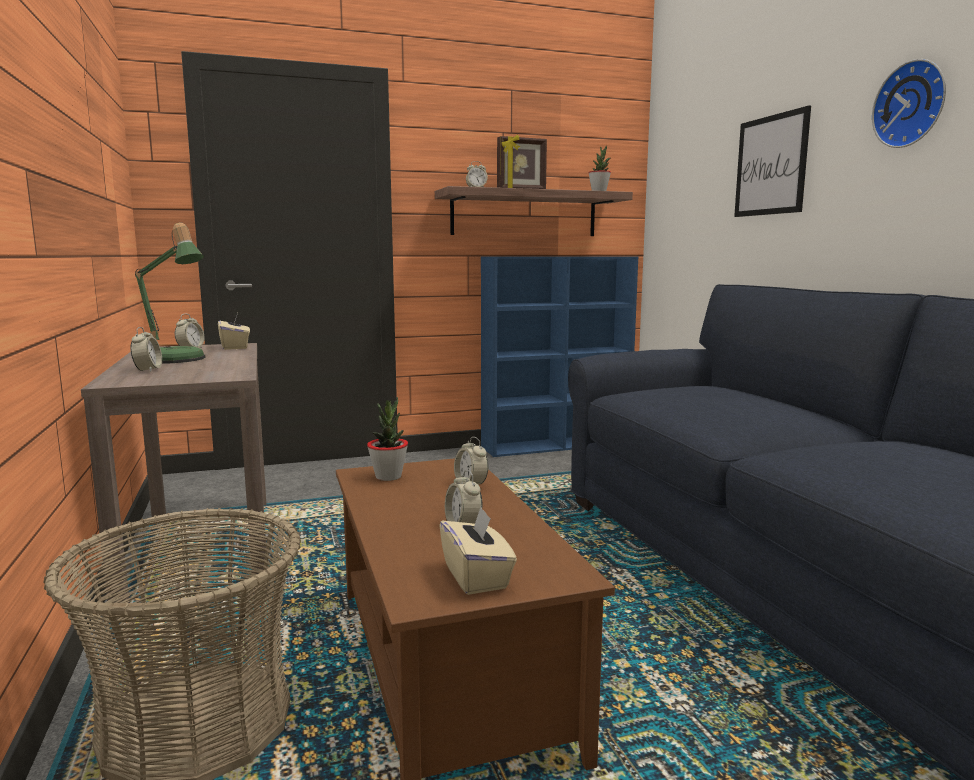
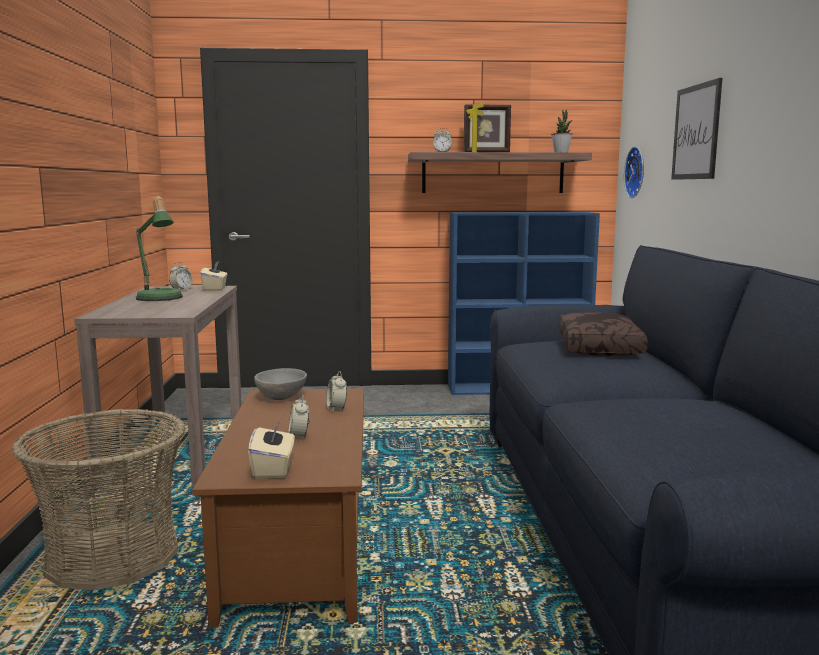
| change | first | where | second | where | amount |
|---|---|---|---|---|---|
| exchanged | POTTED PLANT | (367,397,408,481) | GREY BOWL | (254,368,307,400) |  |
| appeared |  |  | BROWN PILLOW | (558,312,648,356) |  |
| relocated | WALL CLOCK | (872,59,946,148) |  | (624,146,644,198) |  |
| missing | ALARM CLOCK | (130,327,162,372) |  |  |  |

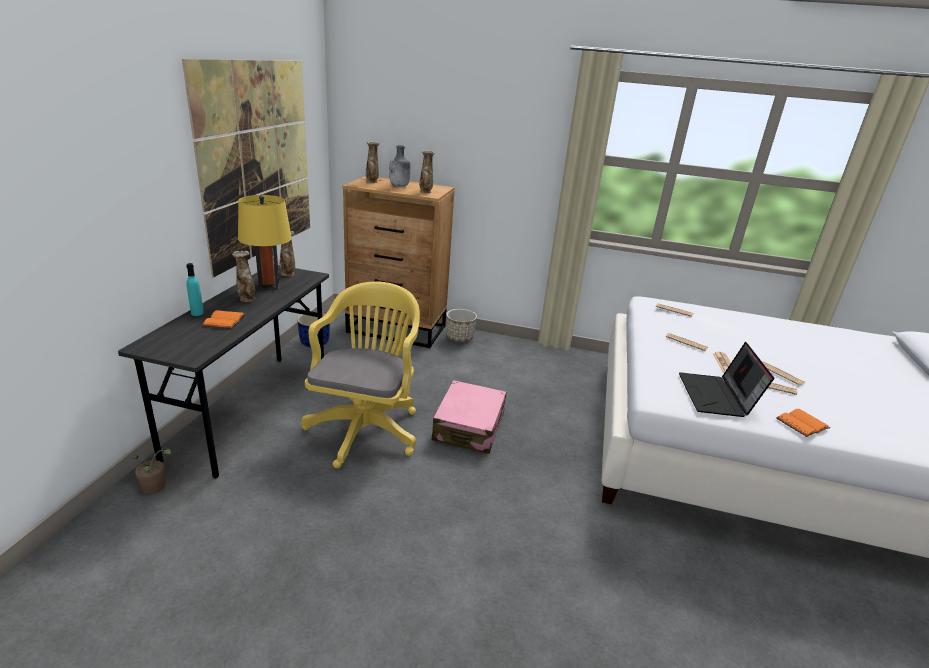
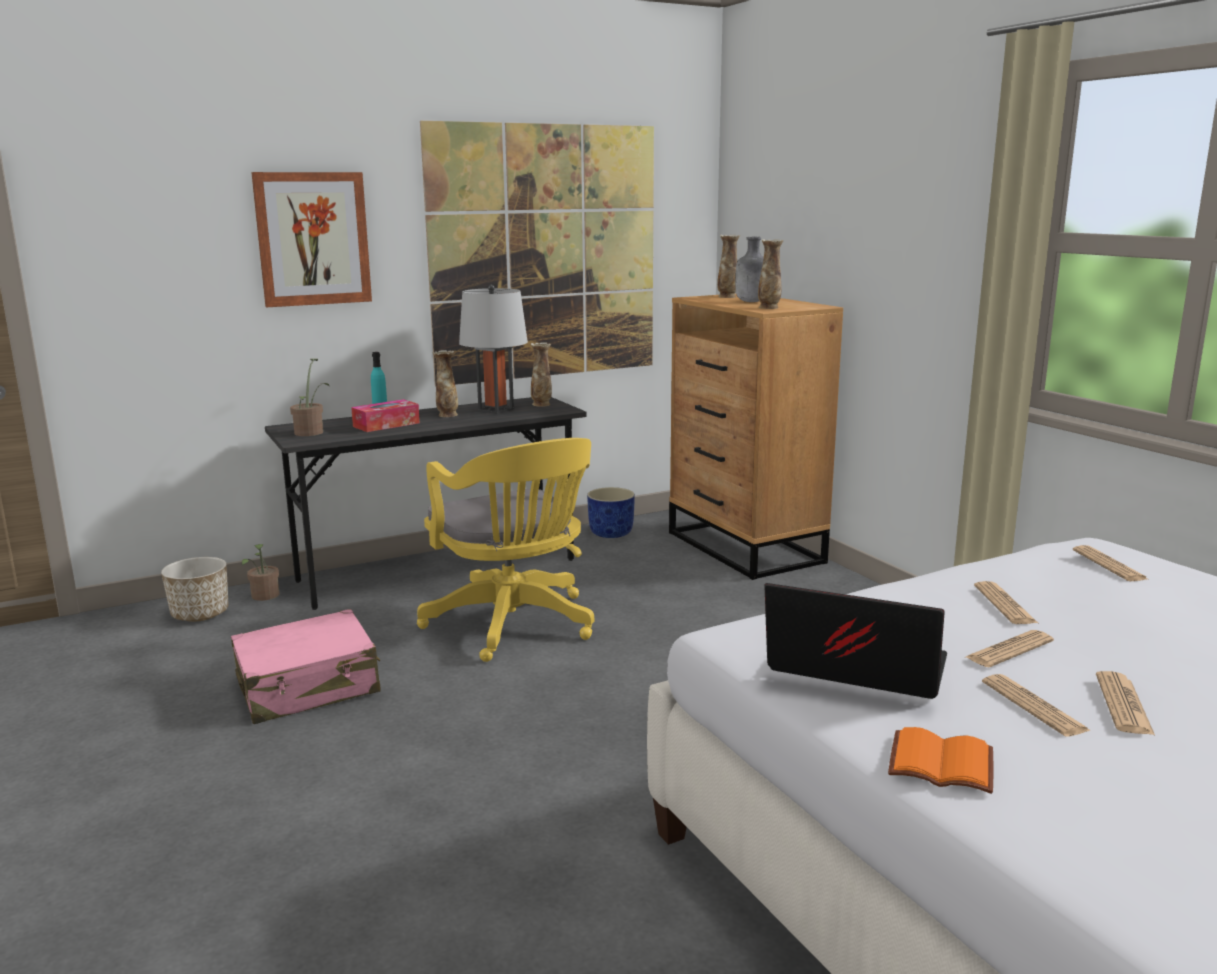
| change | first | where | second | where | amount |
|---|---|---|---|---|---|
| relocated | PLANTER | (446,309,477,342) |  | (161,557,229,622) |  |
| relocated | PINK SUITCASE | (432,380,506,454) |  | (231,609,381,724) |  |
| appeared |  |  | PICTURE | (251,172,372,307) |  |
| appeared |  |  | POTTED PLANT | (290,359,330,436) |  |
| exchanged | ORANGE BOOK | (202,310,246,329) | TISSUE BOX | (351,399,420,432) |  |
| spun | YELLOW OFFICE CHAIR | (301,282,420,468) |  | (417,438,594,662) | 90 degrees clockwise |
| colour | YELLOW TABLE LAMP | (238,195,292,290) | GREY TABLE LAMP | (459,285,528,414) |  |
| spun | LAPTOP | (679,342,774,417) |  | (764,583,947,699) | 60 degrees clockwise |

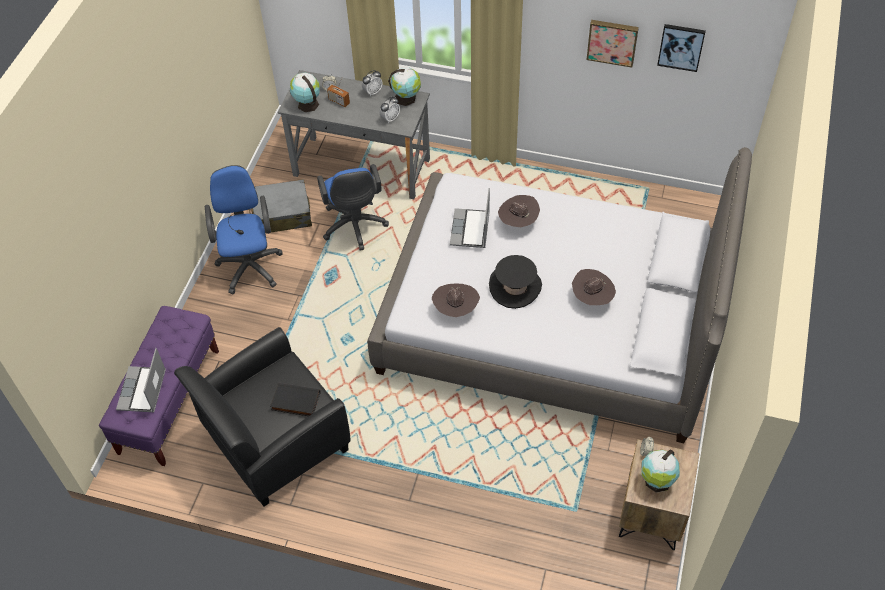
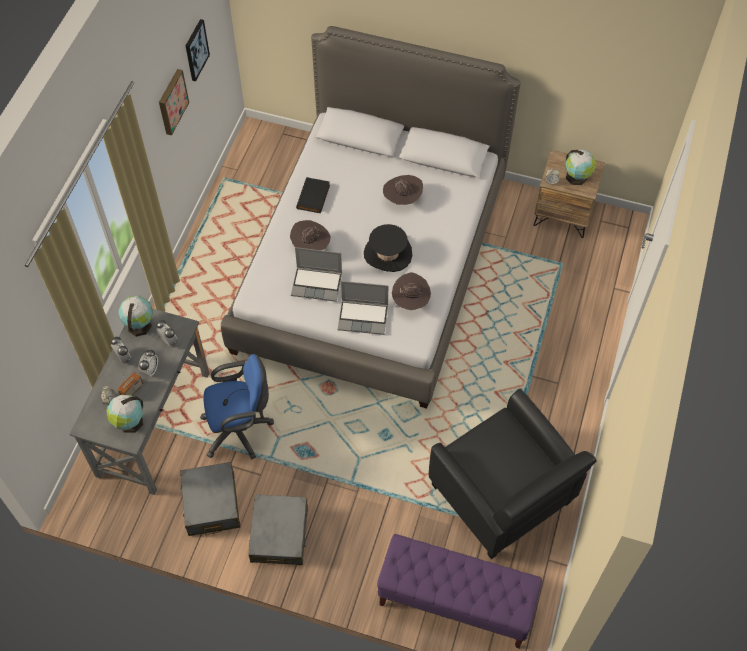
| change | first | where | second | where | amount |
|---|---|---|---|---|---|
| appeared |  |  | ALARM CLOCK | (138,349,158,376) |  |
| exchanged | BLUE OFFICE CHAIR | (205,165,283,294) | GREY SUITCASE | (248,494,308,565) |  |
| relocated | BLACK BOOK | (270,382,320,416) |  | (296,177,330,213) |  |
| relocated | LAPTOP | (116,348,166,412) |  | (338,281,388,335) |  |

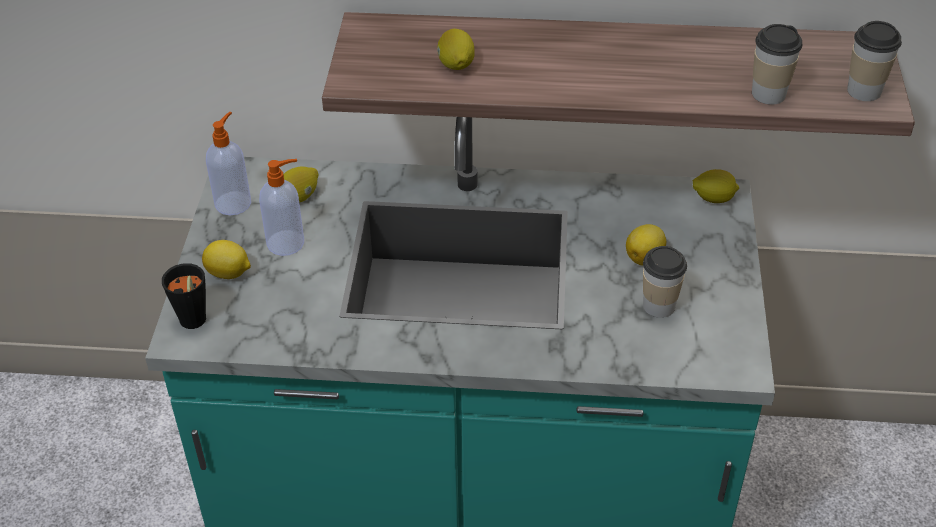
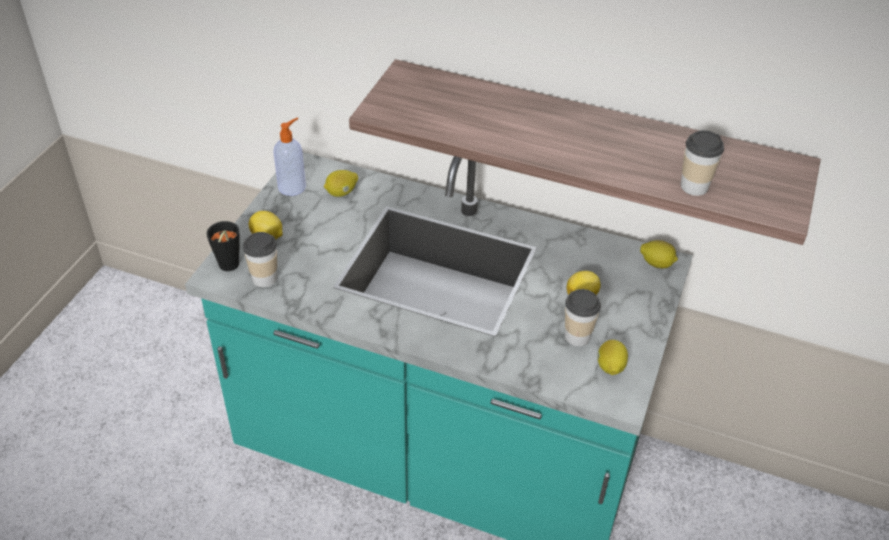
| change | first | where | second | where | amount |
|---|---|---|---|---|---|
| relocated | CUP | (847,21,902,101) |  | (243,232,277,287) |  |
| relocated | LEMON | (437,29,475,70) |  | (597,340,628,375) |  |
| missing | SOAP DISPENSER | (259,159,304,256) |  |  |  |

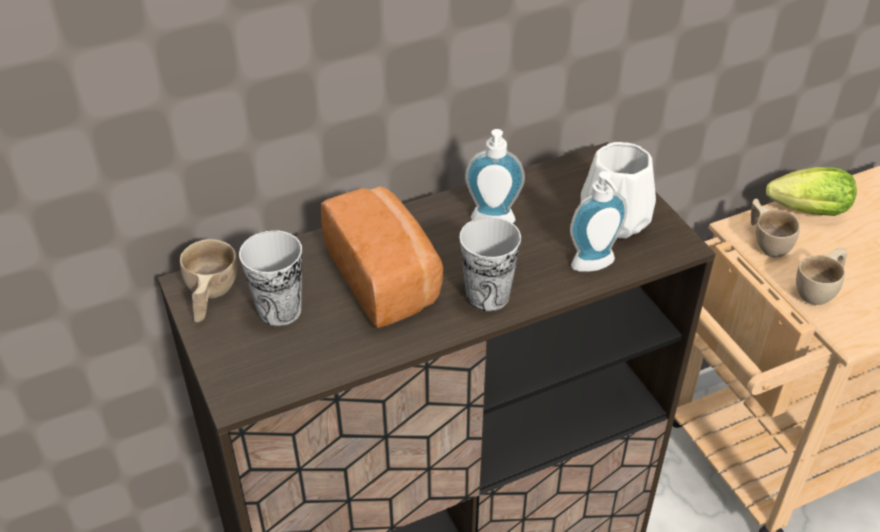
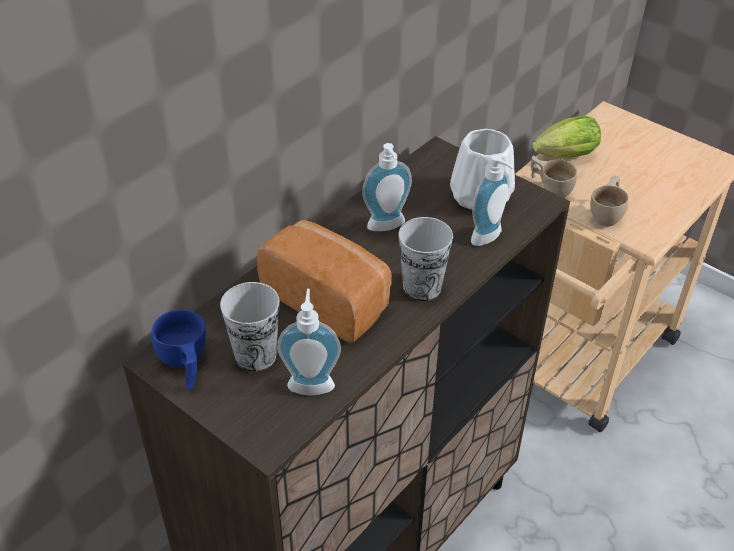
| change | first | where | second | where | amount |
|---|---|---|---|---|---|
| colour | BEIGE CUP | (180,239,237,322) | BLUE CUP | (151,310,206,391) |  |
| appeared |  |  | SOAP DISPENSER | (277,289,341,396) |  |

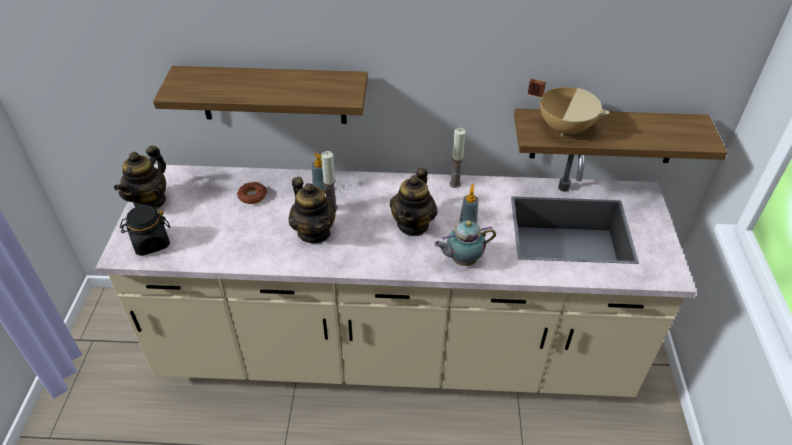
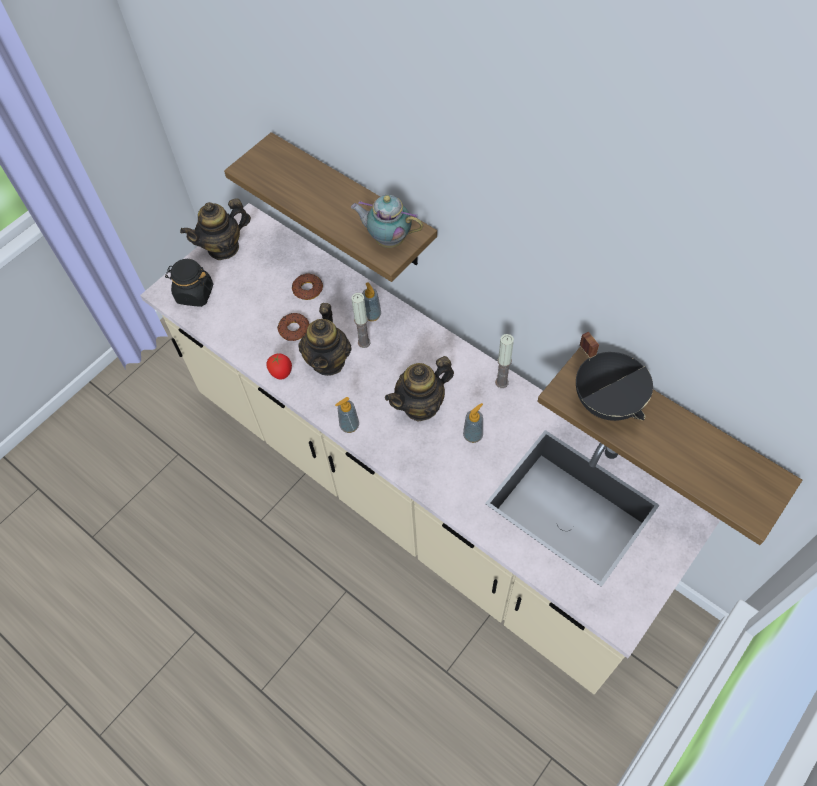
| change | first | where | second | where | amount |
|---|---|---|---|---|---|
| appeared |  |  | TOMATO | (267,353,292,379) |  |
| appeared |  |  | DONUT | (277,313,309,341) |  |
| appeared |  |  | SOAP DISPENSER | (335,397,359,433) |  |
| relocated | TEAPOT | (434,221,496,266) |  | (351,195,423,248) |  |
| colour | BEIGE COOKING POT | (528,79,610,136) | BLACK COOKING POT | (576,331,653,421) |  |

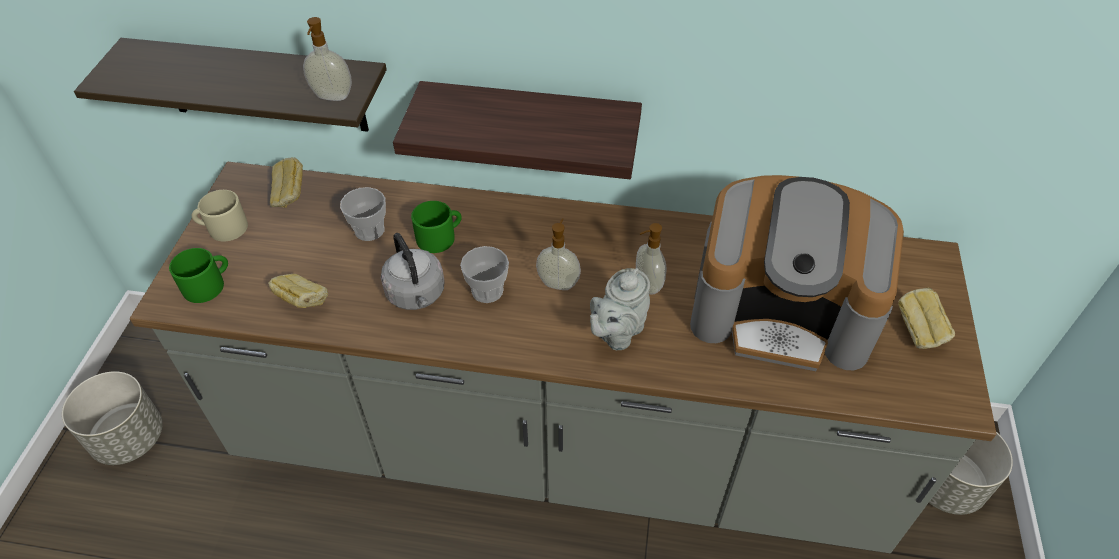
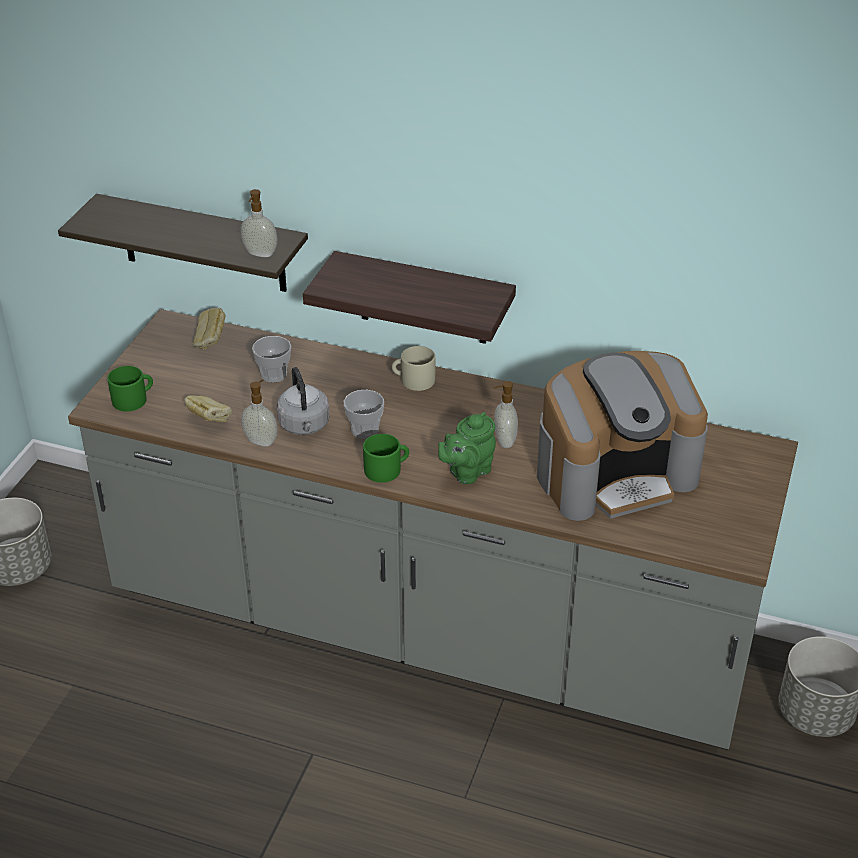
| change | first | where | second | where | amount |
|---|---|---|---|---|---|
| relocated | SOAP DISPENSER | (536,219,581,290) |  | (241,380,278,447) |  |
| relocated | GREEN MUG | (411,201,462,253) |  | (363,434,409,483) |  |
| relocated | BEIGE MUG | (192,190,248,242) |  | (392,346,436,391) |  |
| colour | GREY TEAPOT | (590,268,650,350) | GREEN TEAPOT | (438,412,496,484) |  |
| spun | COFFEE MACHINE | (690,175,904,371) |  | (537,351,708,521) | 45 degrees counterclockwise |
| missing | BREAD | (898,288,955,349) |  |  |  |

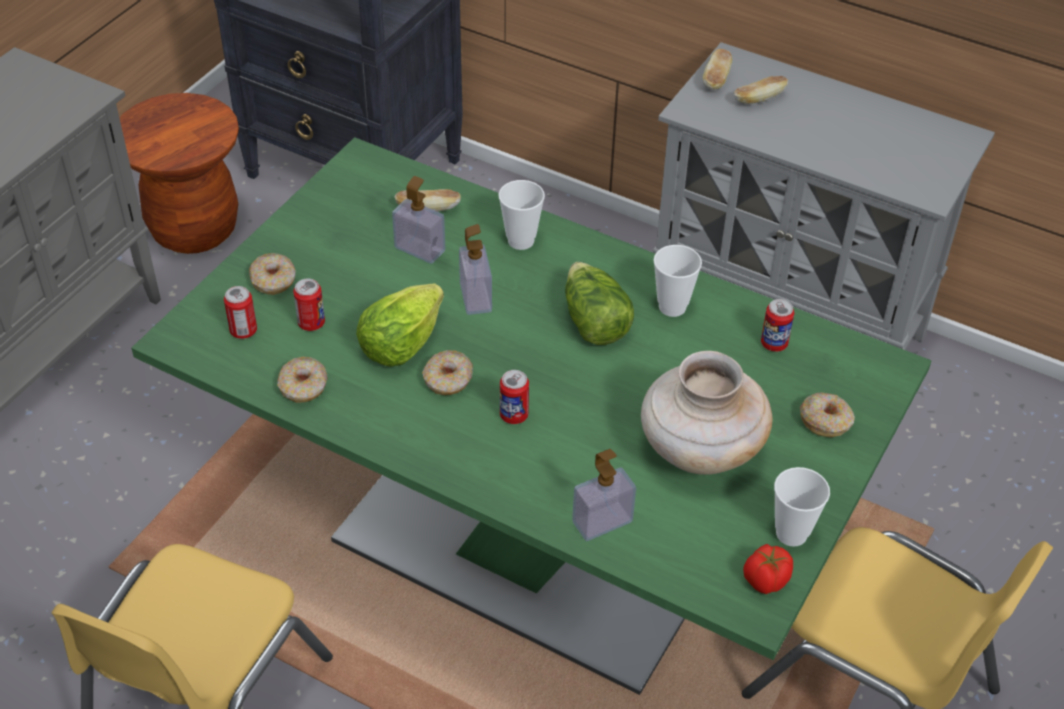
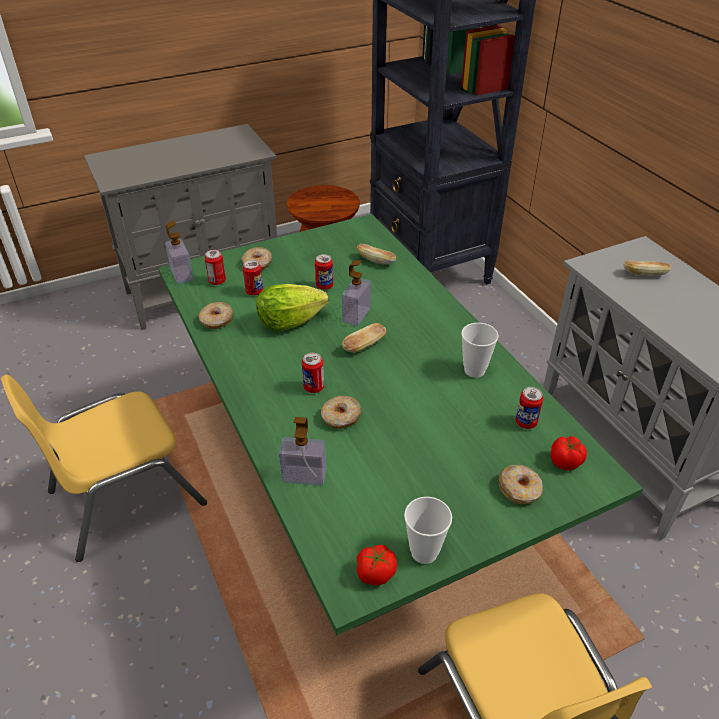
| change | first | where | second | where | amount |
|---|---|---|---|---|---|
| relocated | SOAP DISPENSER | (392,176,445,264) |  | (165,220,193,284) |  |
| appeared |  |  | CAN | (315,254,333,290) |  |
| relocated | DONUT | (422,350,473,395) |  | (321,396,362,429) |  |
| relocated | BREAD | (702,49,732,89) |  | (342,323,386,353) |  |
| appeared |  |  | TOMATO | (551,436,587,471) |  |
| missing | CUP | (498,180,545,250) |  |  |  |
| missing | LETTUCE | (565,262,634,345) |  |  |  |
| missing | BEIGE VASE | (641,351,772,475) |  |  |  |

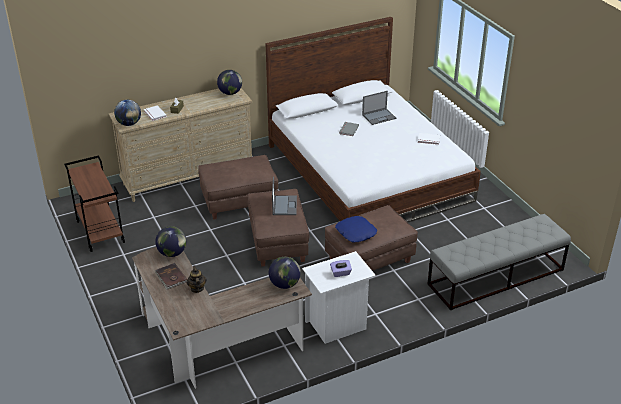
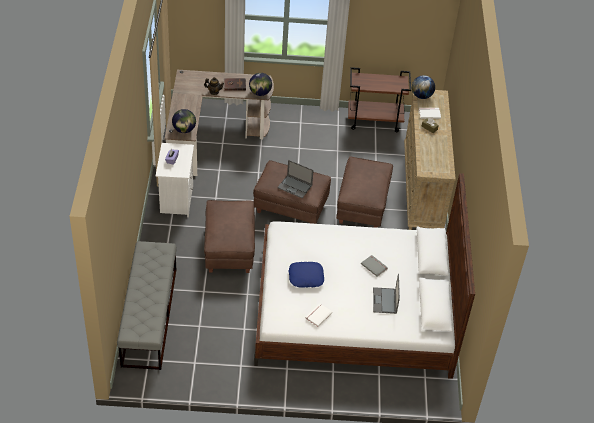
| change | first | where | second | where | amount |
|---|---|---|---|---|---|
| relocated | BLUE PILLOW | (335,216,377,242) |  | (288,262,324,288) |  |
| missing | GLOBE | (217,70,242,95) |  |  |  |

